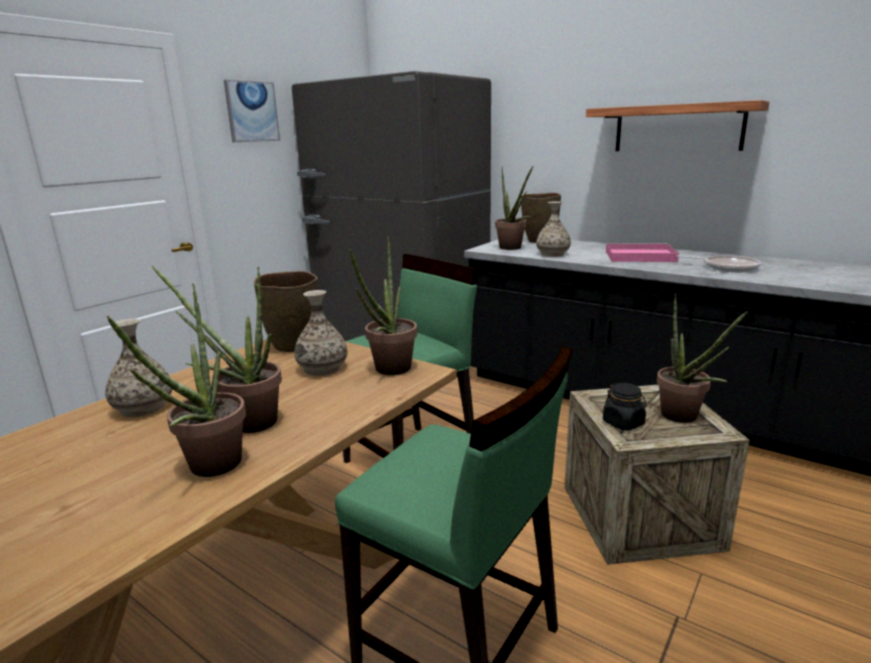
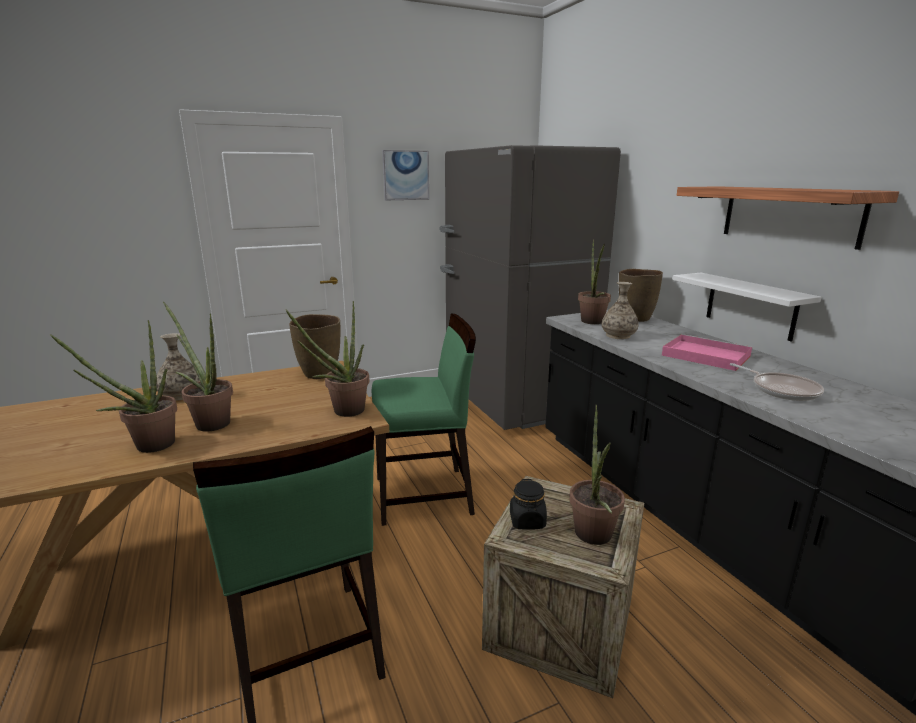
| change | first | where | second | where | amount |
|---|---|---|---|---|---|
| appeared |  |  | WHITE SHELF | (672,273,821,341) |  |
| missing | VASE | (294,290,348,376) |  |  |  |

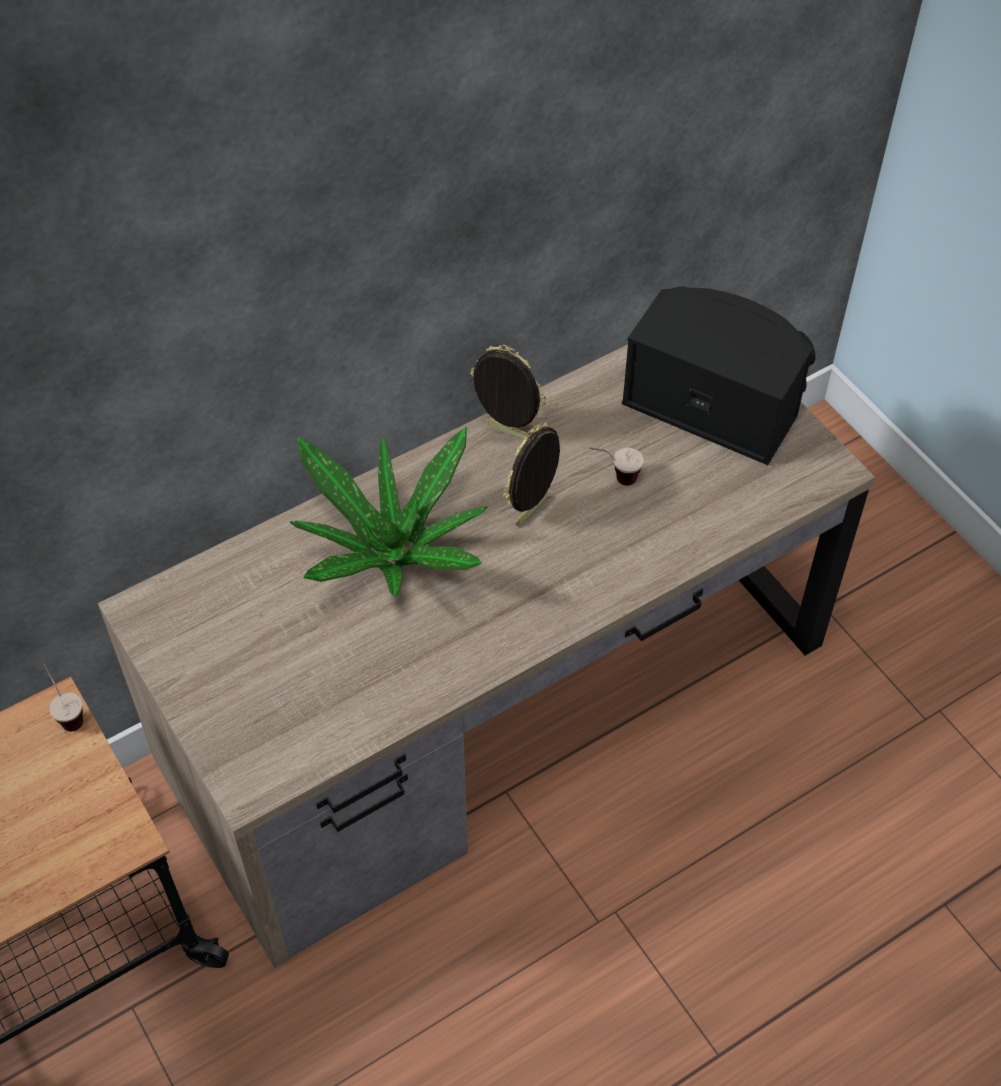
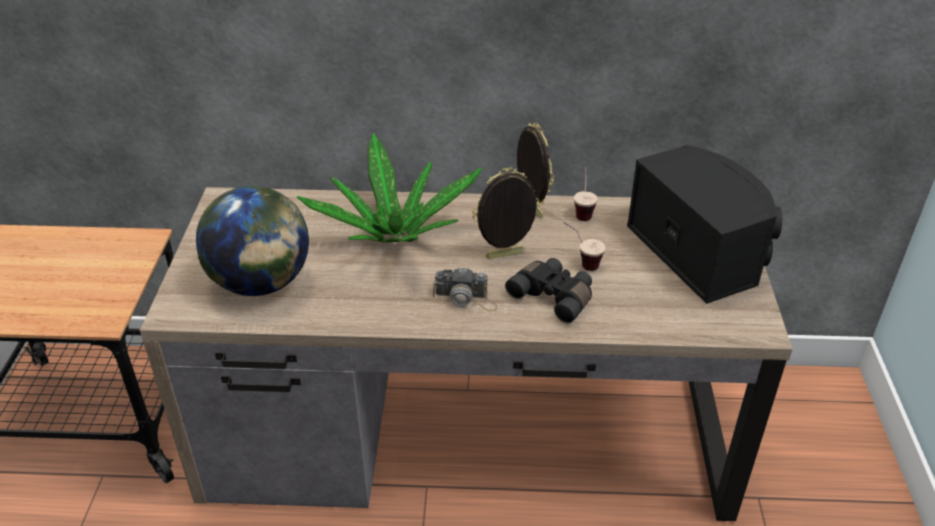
| change | first | where | second | where | amount |
|---|---|---|---|---|---|
| appeared |  |  | GLOBE | (196,186,309,296) |  |
| appeared |  |  | PHOTO CAMERA | (433,267,498,312) |  |
| appeared |  |  | BLACK BINOCULARS | (505,258,592,323) |  |
| relocated | CUP | (44,663,83,732) |  | (574,167,598,221) |  |

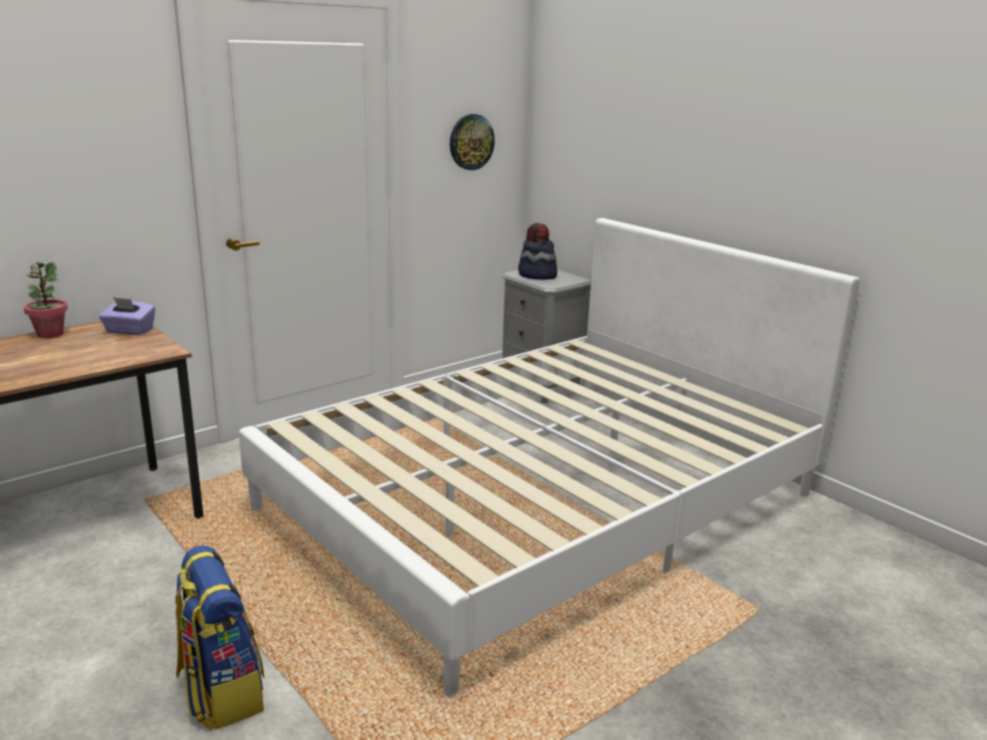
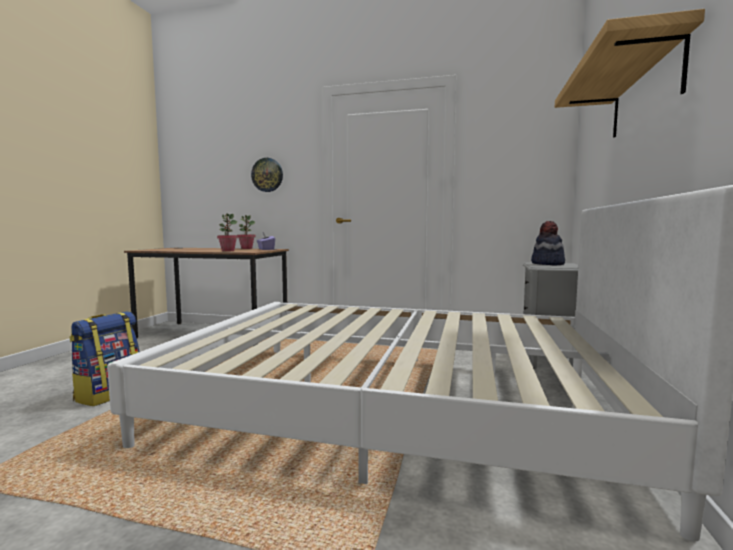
| change | first | where | second | where | amount |
|---|---|---|---|---|---|
| appeared |  |  | POTTED PLANT | (217,213,238,251) |  |
| relocated | WALL CLOCK | (450,114,495,170) |  | (251,158,283,192) |  |
| appeared |  |  | SHELF | (555,9,705,138) |  |

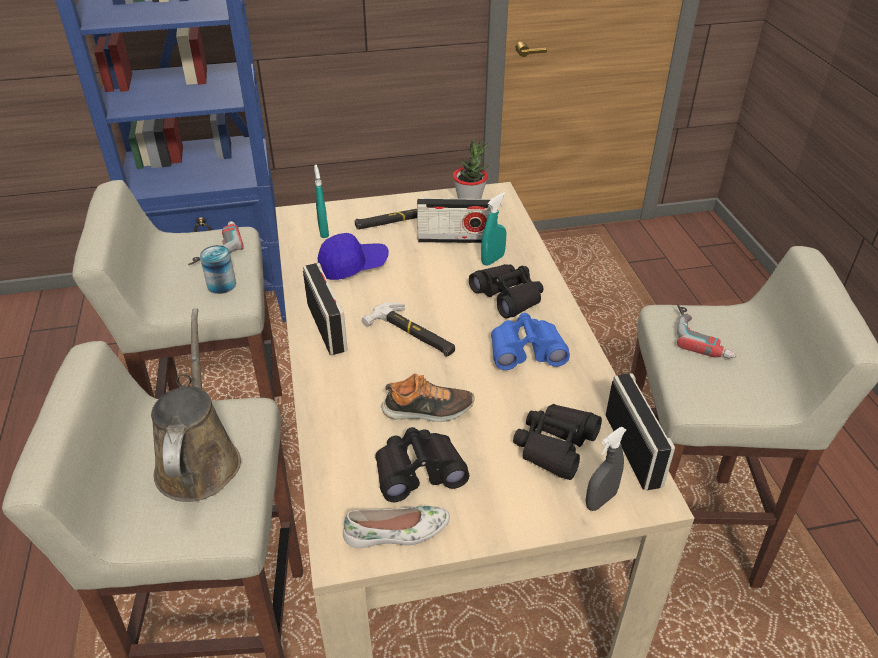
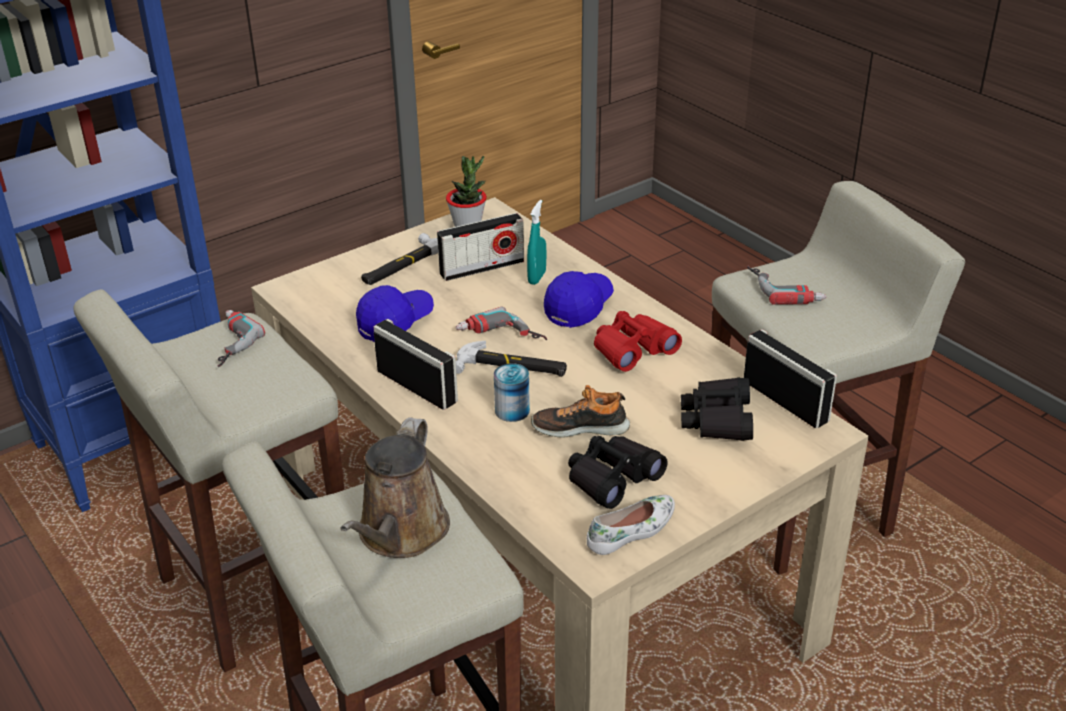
| change | first | where | second | where | amount |
|---|---|---|---|---|---|
| spun | BROWN WATERING CAN | (151,308,241,502) |  | (341,417,450,558) | 135 degrees counterclockwise |
| appeared |  |  | POWER DRILL | (455,307,547,340) |  |
| relocated | CAN | (200,245,236,294) |  | (494,363,530,422) |  |
| spun | SHOE | (381,374,474,422) |  | (531,385,630,438) | 150 degrees counterclockwise |
| exchanged | BLACK BINOCULARS | (469,264,543,319) | BLUE CAP | (544,271,614,328) |  |
| colour | BLUE BINOCULARS | (491,313,570,370) | RED BINOCULARS | (594,311,682,372) |  |
| missing | TURQUOISE SPRAY BOTTLE | (314,165,329,238) |  |  |  |
| missing | GREY SPRAY BOTTLE | (585,427,626,511) |  |  |  |

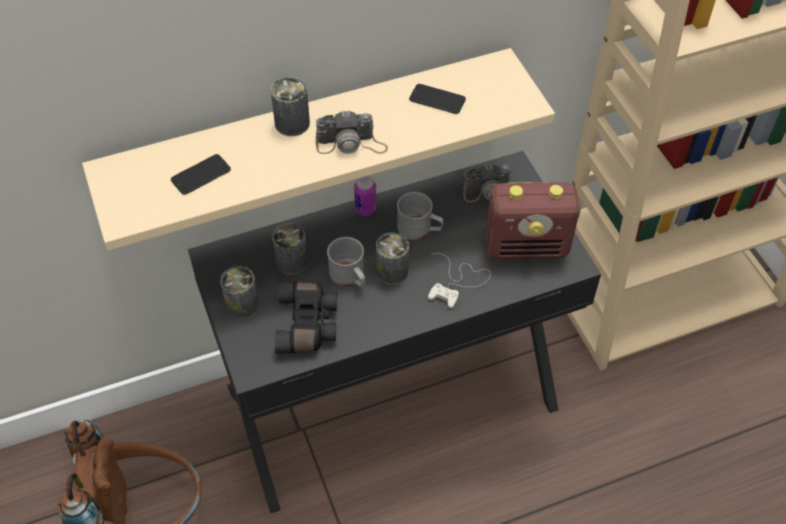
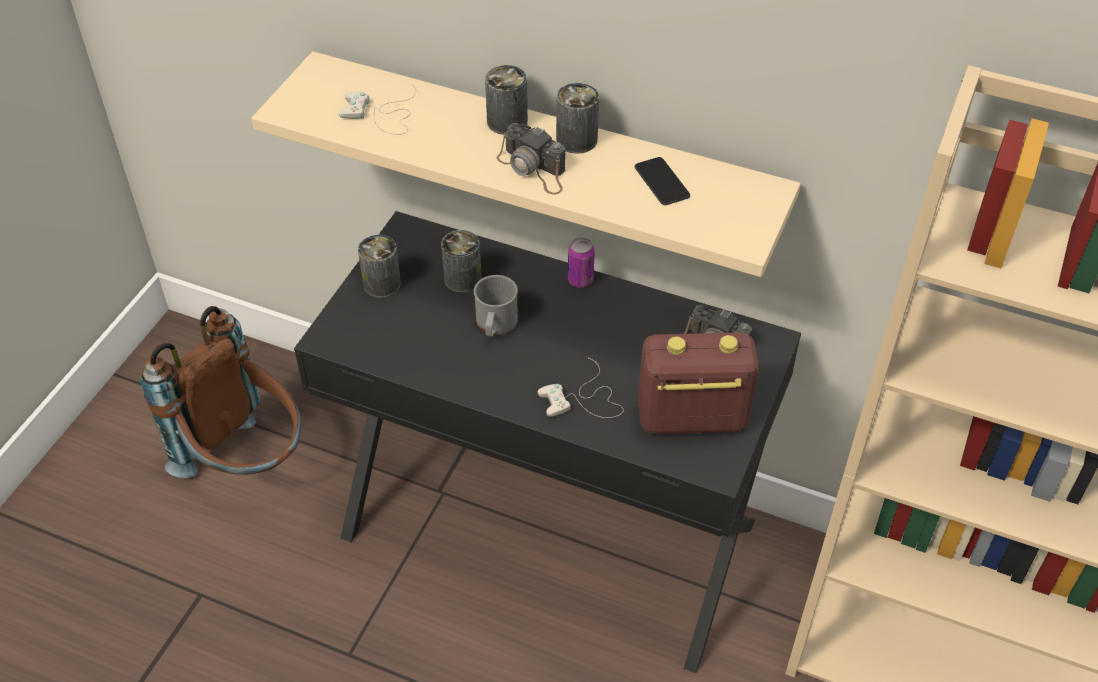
| change | first | where | second | where | amount |
|---|---|---|---|---|---|
| exchanged | PHONE | (171,154,231,195) | WHITE GAME CONTROLLER | (339,84,416,135) |  |
| relocated | CAN | (376,232,409,285) |  | (556,83,599,154) |  |
| spun | RADIO | (485,182,580,259) |  | (638,332,759,434) | 135 degrees clockwise |
| missing | BLACK BINOCULARS | (275,281,337,354) |  |  |  |
| missing | GREY MUG | (397,192,444,240) |  |  |  |

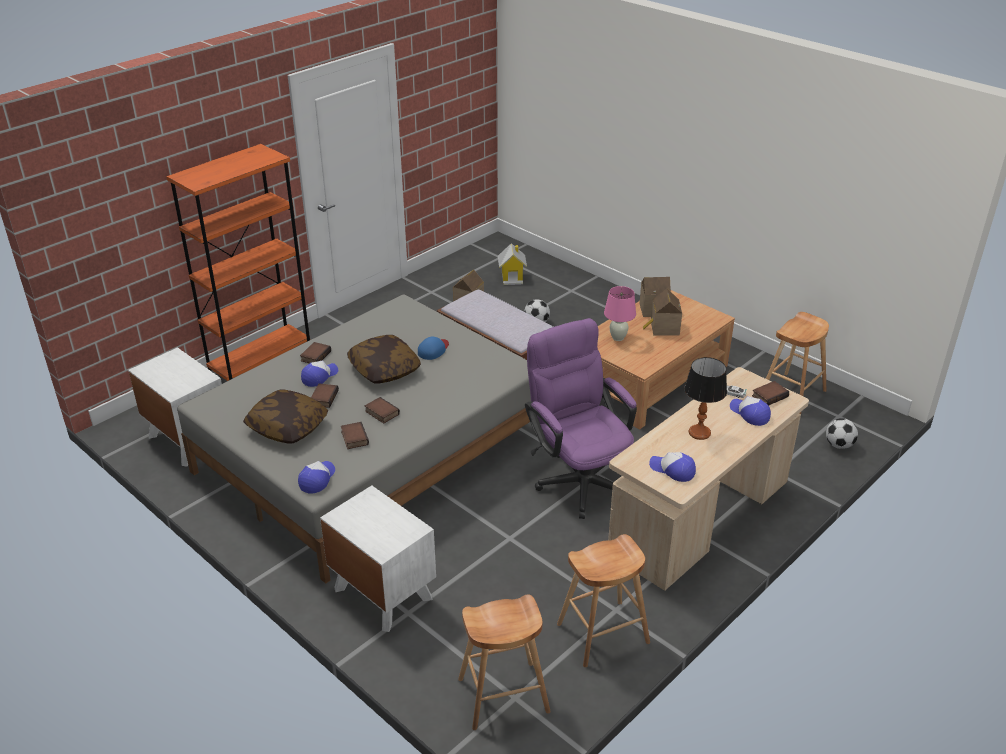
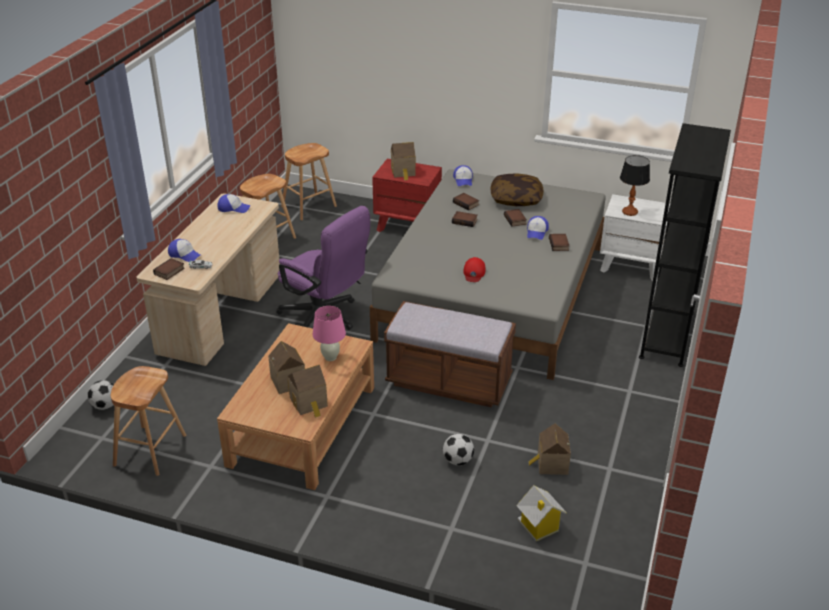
| change | first | where | second | where | amount |
|---|---|---|---|---|---|
| colour | WHITE NIGHTSTAND | (320,485,436,632) | RED NIGHTSTAND | (372,159,442,232) |  |
| appeared |  |  | TOY HOUSE | (391,142,416,180) |  |
| colour | BLUE CAP | (418,336,449,360) | RED CAP | (463,257,485,282) |  |
| relocated | TABLE LAMP | (684,357,727,440) |  | (620,155,650,216) |  |
| colour | ORANGE BOOKCASE | (166,144,310,381) | BLACK BOOKCASE | (639,123,731,367) |  |
| missing | PILLOW | (347,335,421,383) |  |  |  |

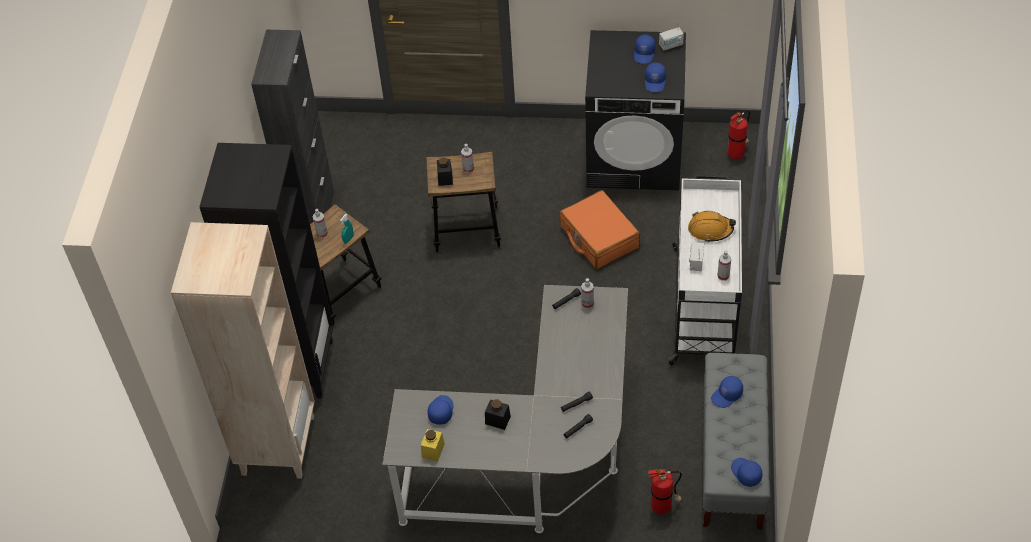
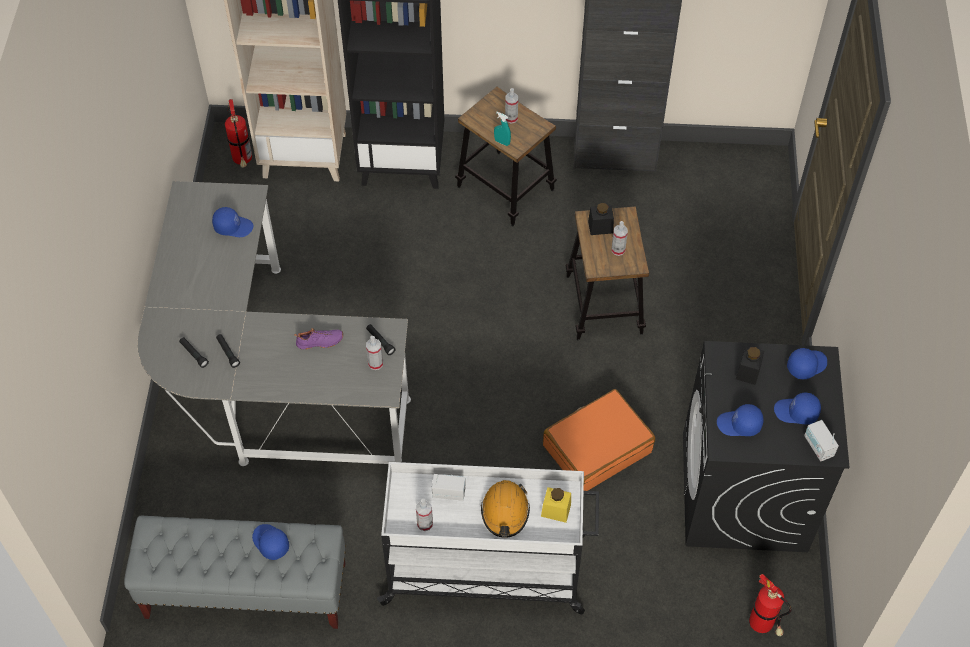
| change | first | where | second | where | amount |
|---|---|---|---|---|---|
| relocated | FIRE EXTINGUISHER | (648,469,682,514) |  | (225,99,252,167) |  |
| appeared |  |  | PURPLE SHOE | (295,328,343,349) |  |
| relocated | YELLOW JAR | (421,429,445,461) |  | (541,487,571,523) |  |
| relocated | BLACK JAR | (485,399,511,430) |  | (736,346,764,385) |  |
| relocated | BLUE CAP | (731,458,762,487) |  | (787,348,827,379) |  |

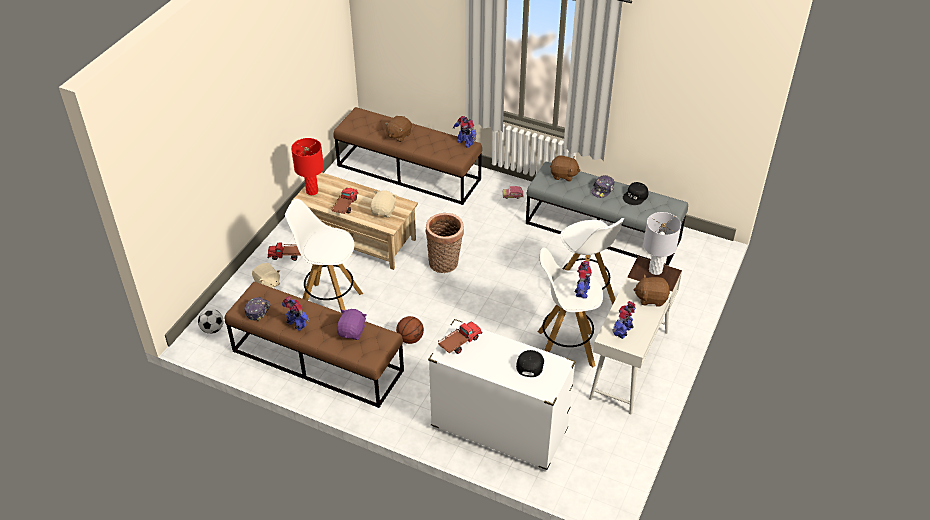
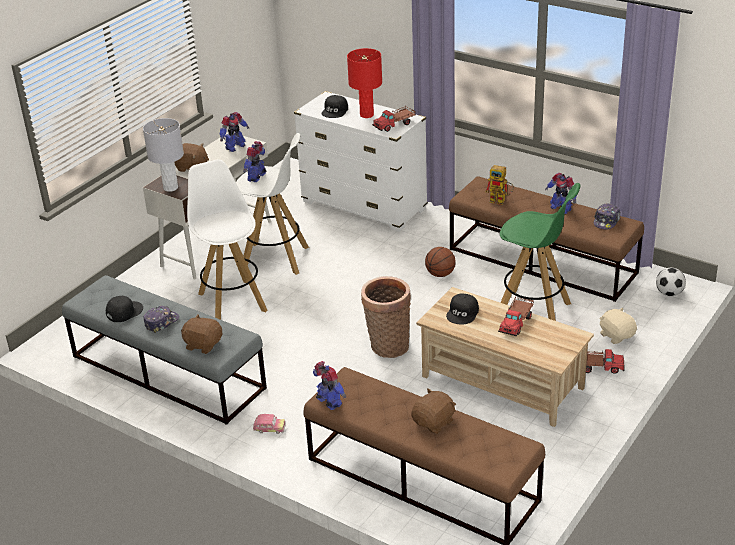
| change | first | where | second | where | amount |
|---|---|---|---|---|---|
| relocated | RED TABLE LAMP | (291,138,324,195) |  | (347,48,382,118) |  |
| exchanged | BEIGE PLUSH TOY | (370,190,397,218) | BLACK CAP | (446,294,479,324) |  |
| exchanged | PURPLE PLUSH TOY | (337,309,366,340) | TOY ROBOT | (485,165,514,205) |  |
| colour | WHITE STOOL | (285,199,363,313) | GREEN STOOL | (500,183,580,321) |  |

